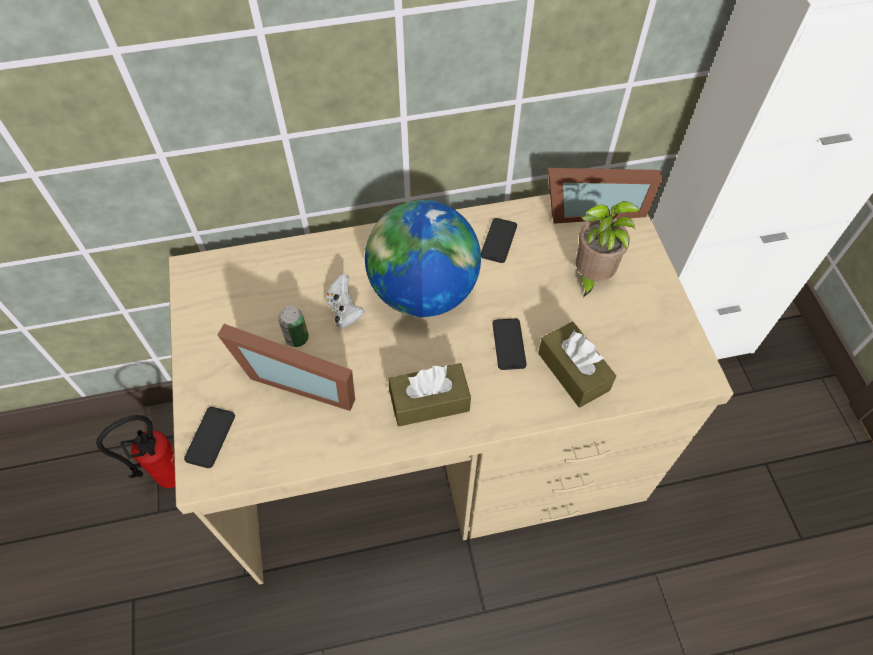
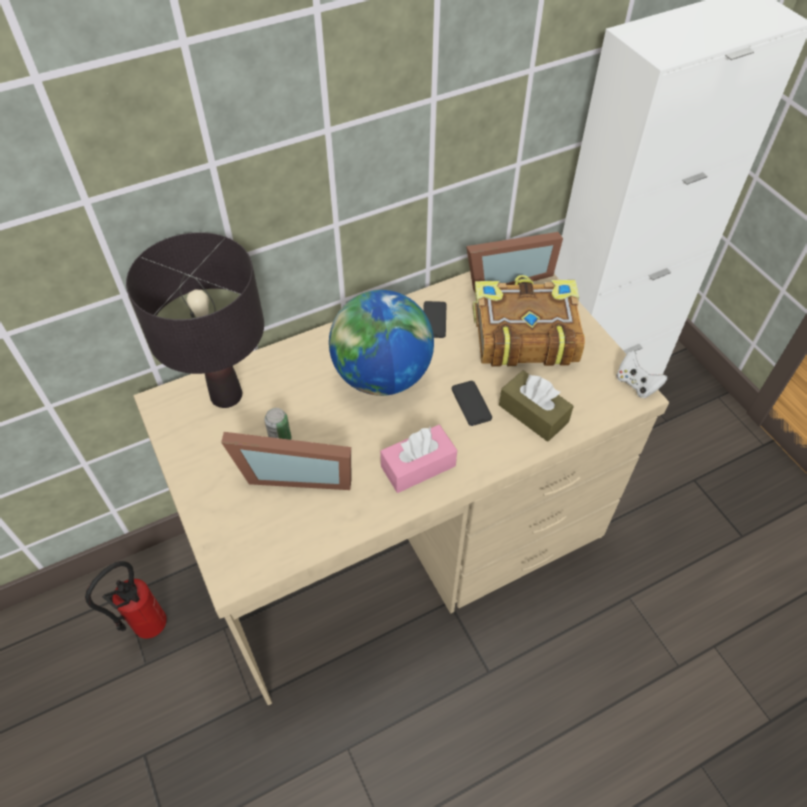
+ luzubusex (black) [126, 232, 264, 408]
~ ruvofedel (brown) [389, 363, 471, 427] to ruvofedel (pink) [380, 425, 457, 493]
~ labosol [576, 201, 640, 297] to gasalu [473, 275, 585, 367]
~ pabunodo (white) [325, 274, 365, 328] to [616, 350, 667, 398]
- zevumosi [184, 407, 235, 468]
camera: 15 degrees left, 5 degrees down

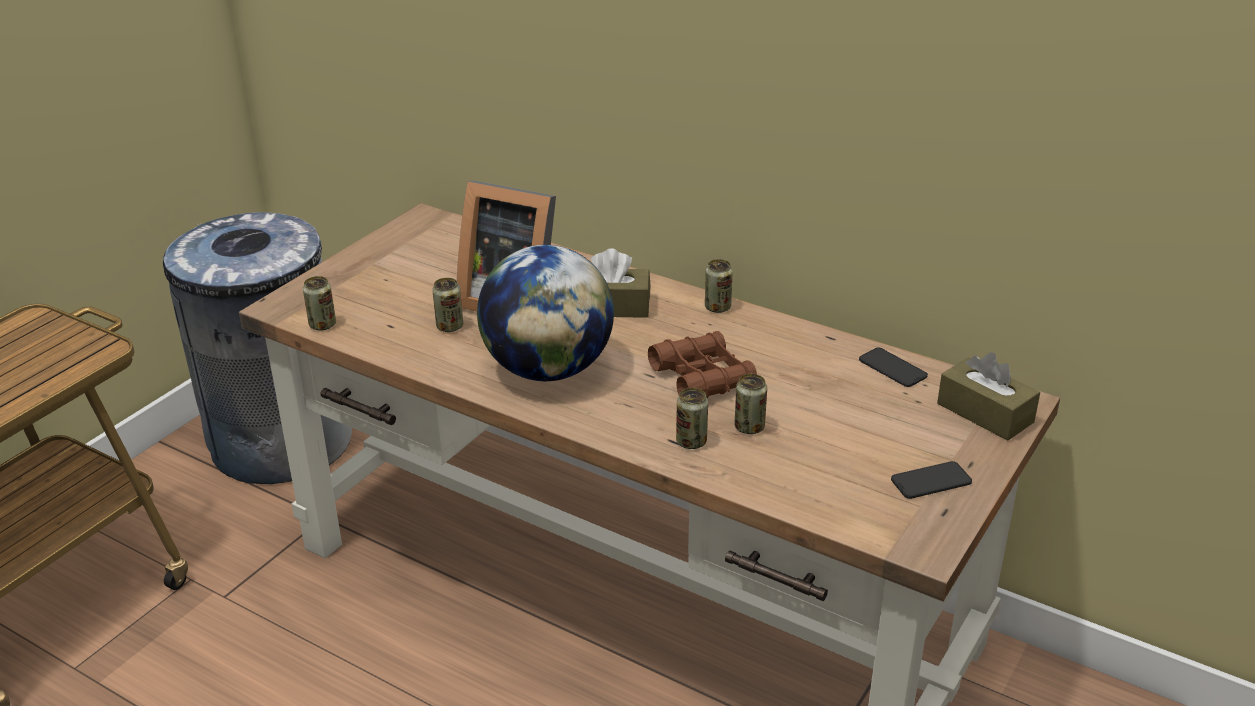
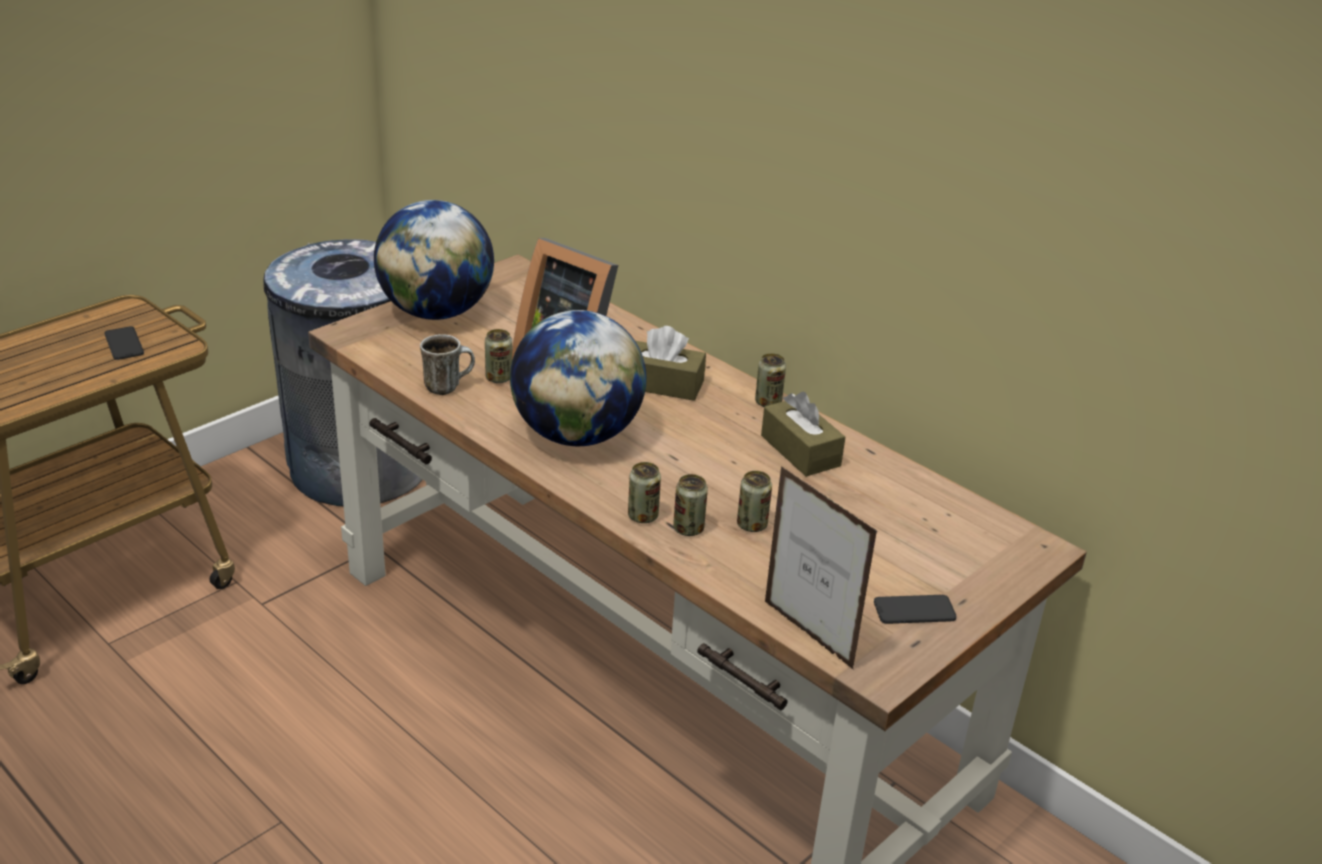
~ zevumosi [859, 348, 928, 387] to [104, 326, 144, 360]
+ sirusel [374, 200, 494, 320]
+ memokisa [420, 334, 475, 395]
~ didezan [303, 276, 336, 331] to [628, 462, 661, 523]
~ ruvofedel (brown) [937, 352, 1040, 441] to [761, 392, 845, 477]
+ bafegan [765, 466, 877, 670]
- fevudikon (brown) [648, 331, 757, 399]
camera: 10 degrees right, 0 degrees up

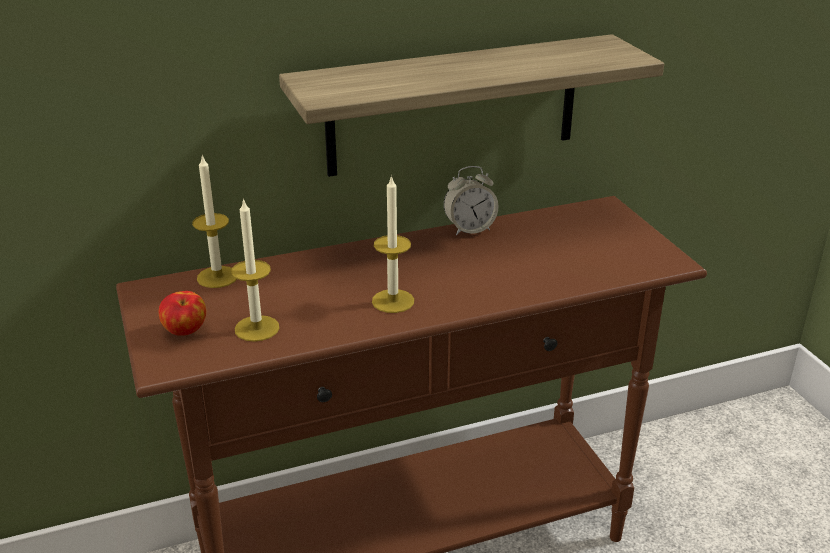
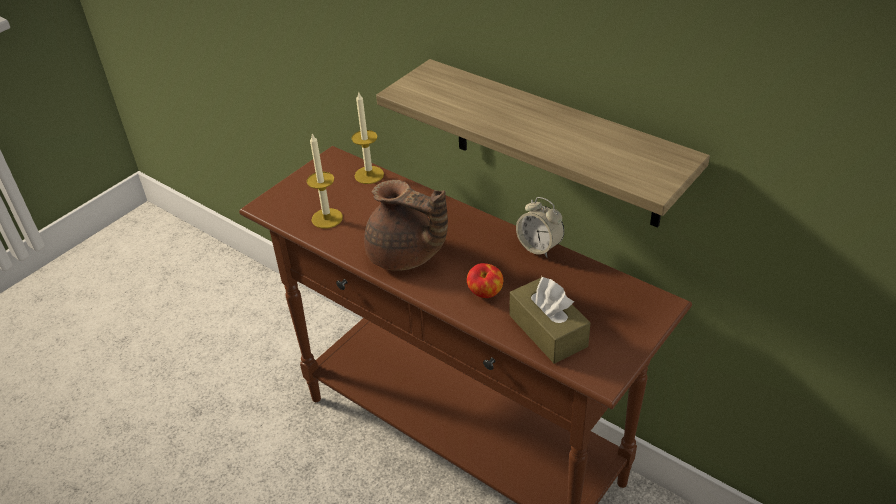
~ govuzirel [372, 175, 414, 313] to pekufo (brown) [364, 180, 448, 271]
~ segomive [159, 291, 206, 336] to [467, 263, 503, 298]
+ ruvofedel (brown) [510, 277, 591, 364]
camera: 60 degrees right, 10 degrees up

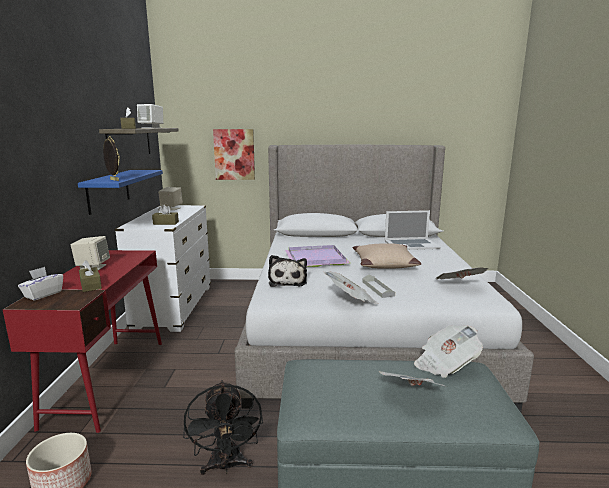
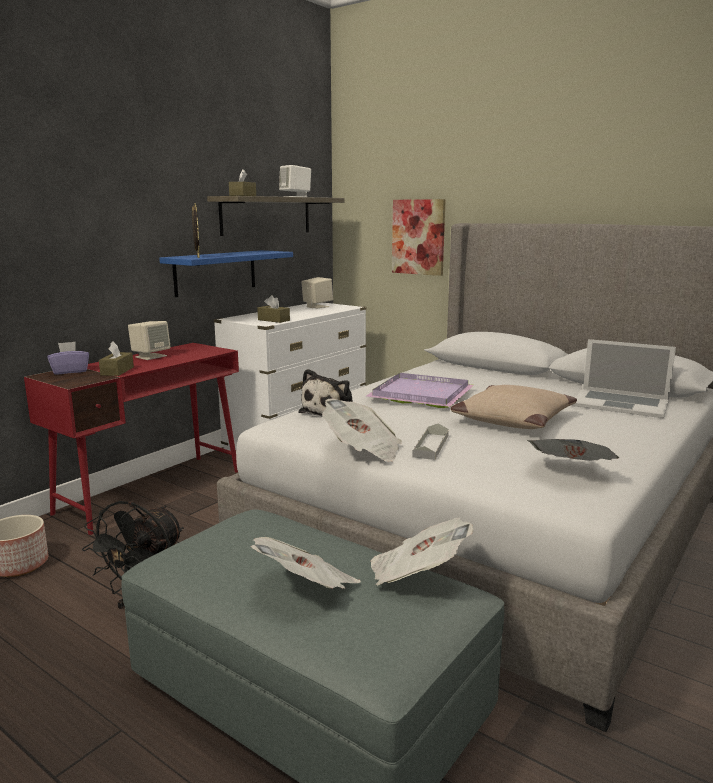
~ ruvofedel (white) [18, 267, 63, 301] to ruvofedel (purple) [48, 341, 89, 374]
camera: 35 degrees right, 0 degrees up

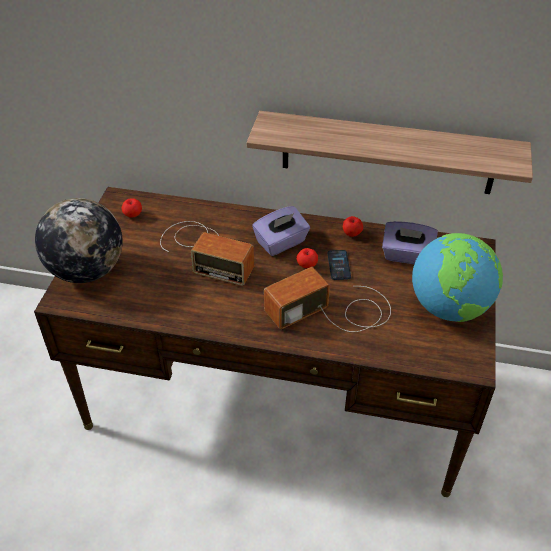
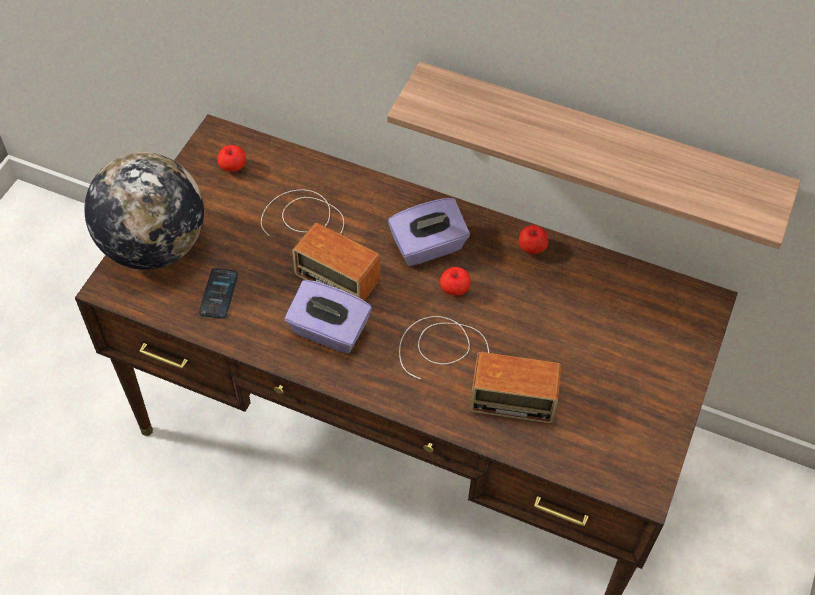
~ zevumosi [328, 250, 351, 280] to [199, 268, 238, 319]
~ ruvofedel (purple) [382, 221, 438, 264] to [285, 280, 372, 354]
~ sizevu [264, 267, 391, 332] = [399, 316, 561, 423] 150 degrees counterclockwise
- sirusel [412, 233, 503, 322]
camera: 10 degrees right, 10 degrees up

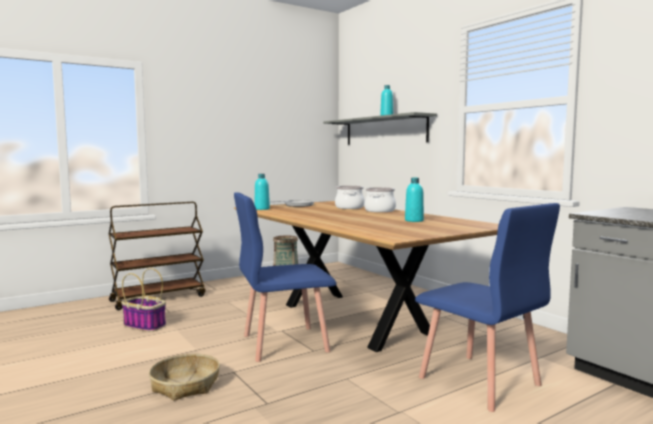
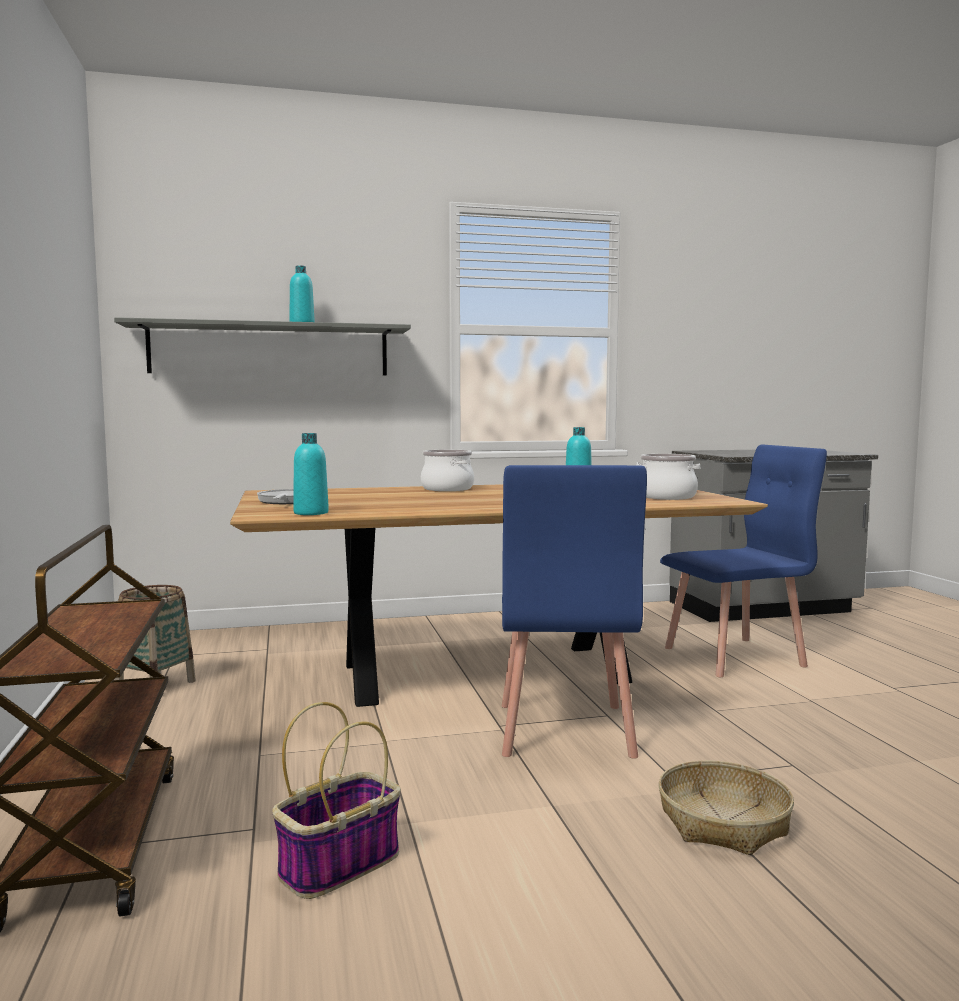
~ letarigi [335, 186, 365, 209] to [636, 454, 700, 500]
camera: 70 degrees left, 0 degrees up

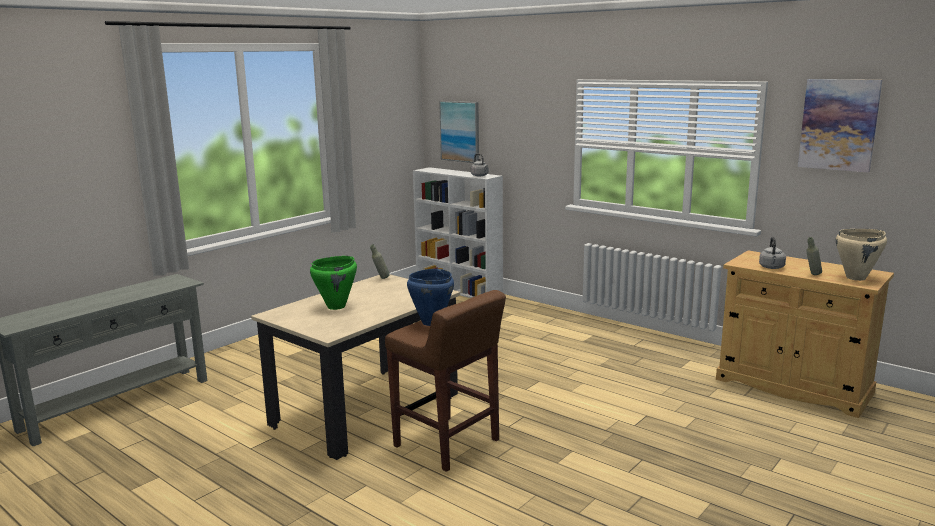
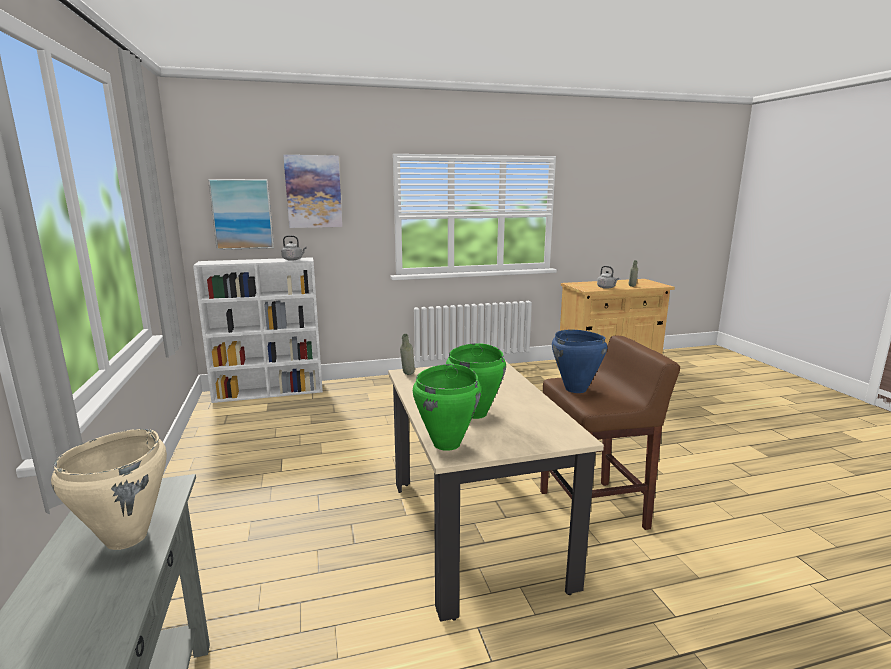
~ letarigi (beige) [836, 229, 887, 281] to [51, 429, 167, 550]
~ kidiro [798, 79, 882, 173] to [283, 155, 342, 228]
+ letarigi (green) [413, 364, 481, 451]
camera: 55 degrees left, 0 degrees up

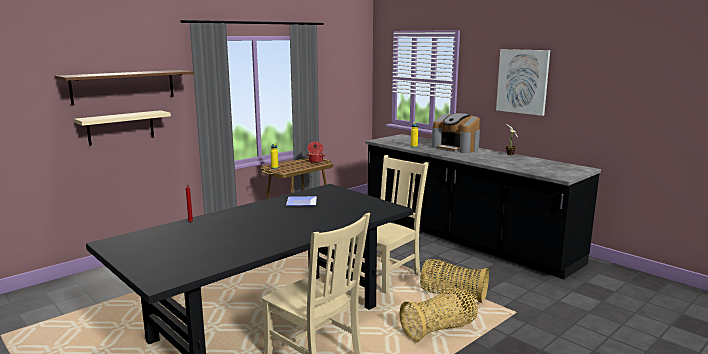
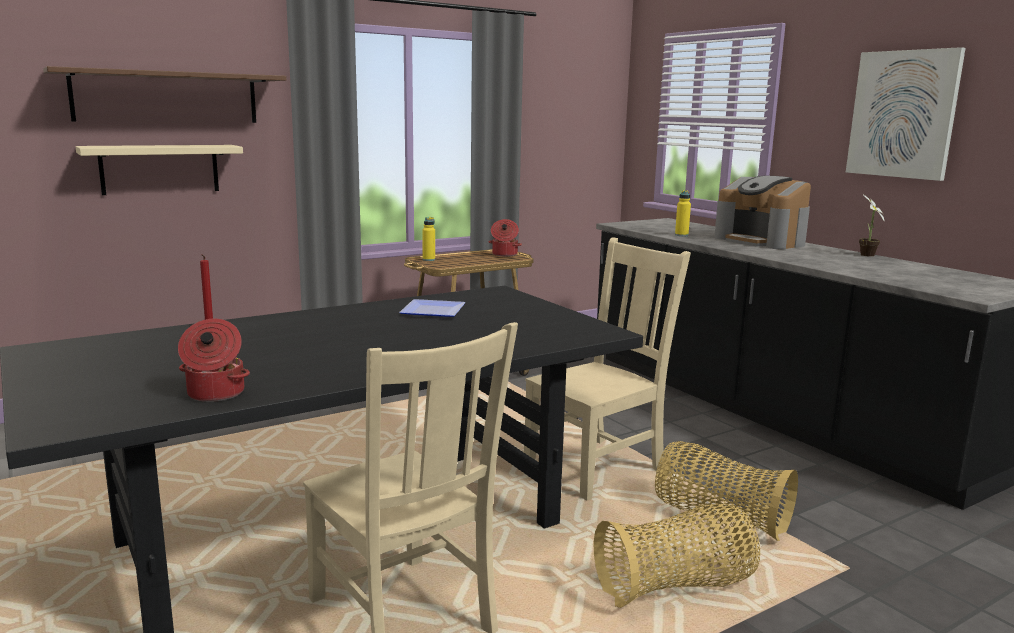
+ letarigi [178, 319, 250, 402]
camera: 10 degrees right, 0 degrees up

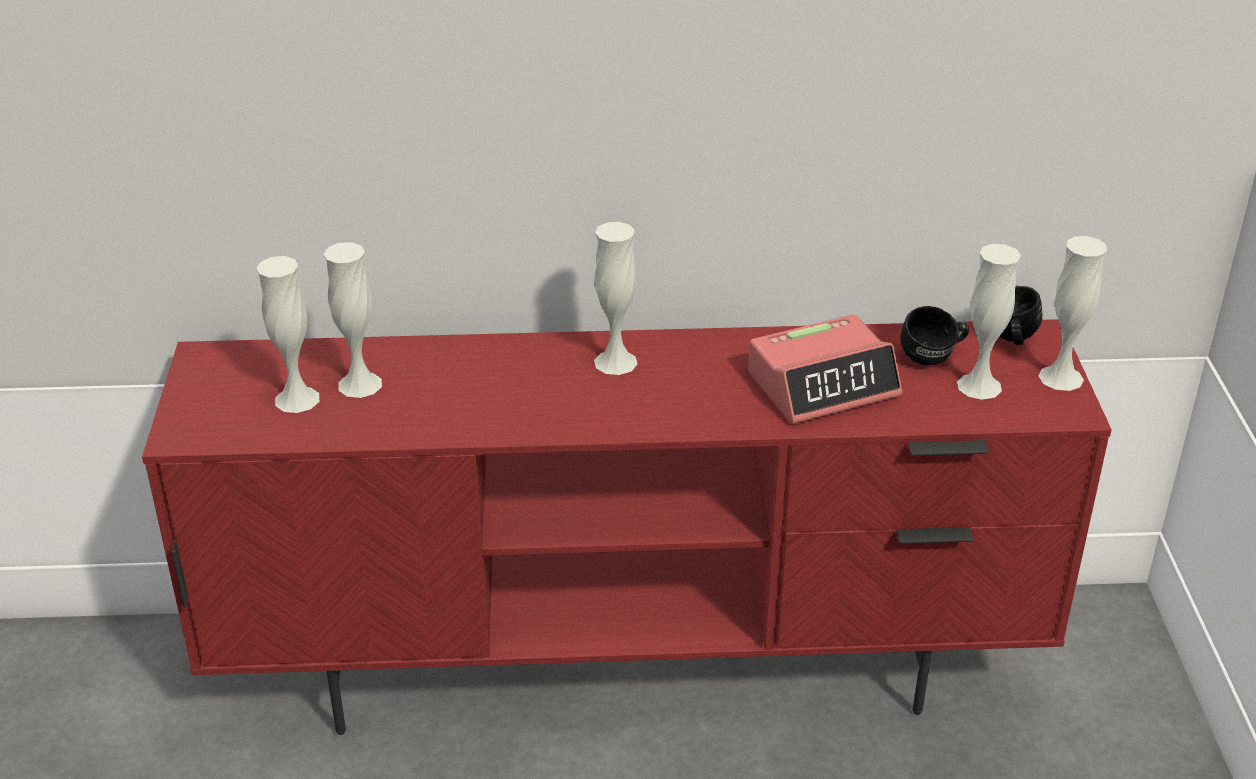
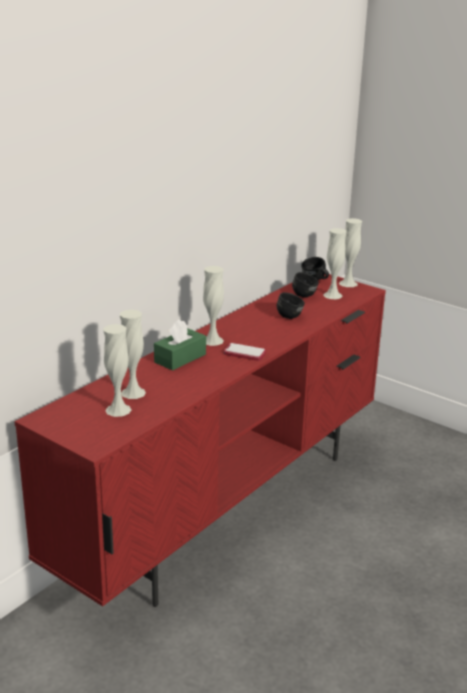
+ ruvofedel (green) [154, 319, 206, 371]
+ zevumosi [224, 343, 266, 361]
~ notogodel [748, 314, 902, 424] to memokisa (black) [276, 292, 305, 319]
camera: 50 degrees left, 10 degrees down

